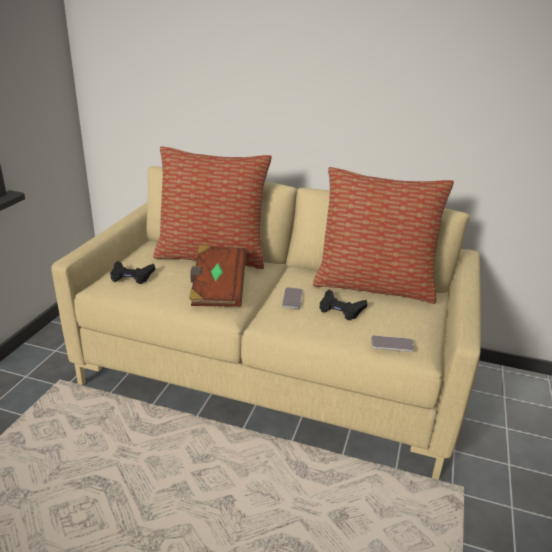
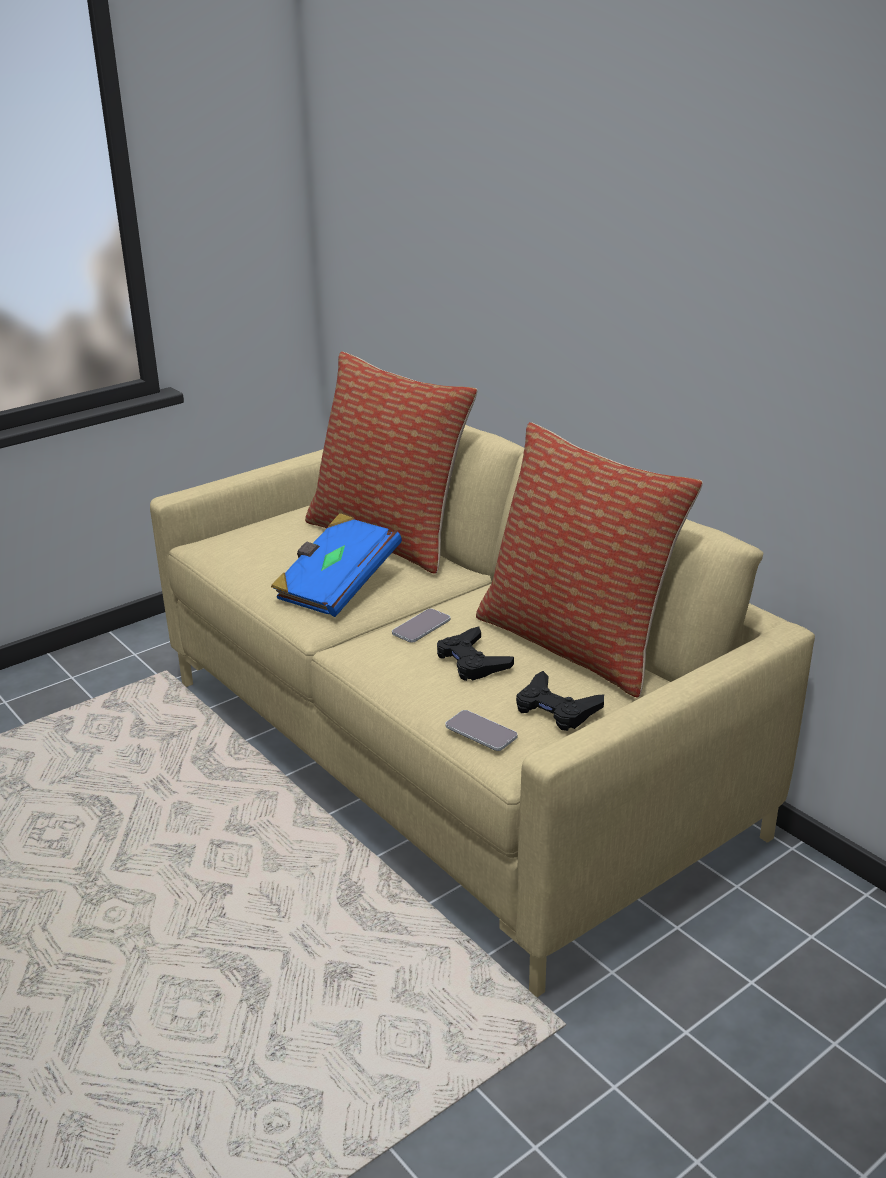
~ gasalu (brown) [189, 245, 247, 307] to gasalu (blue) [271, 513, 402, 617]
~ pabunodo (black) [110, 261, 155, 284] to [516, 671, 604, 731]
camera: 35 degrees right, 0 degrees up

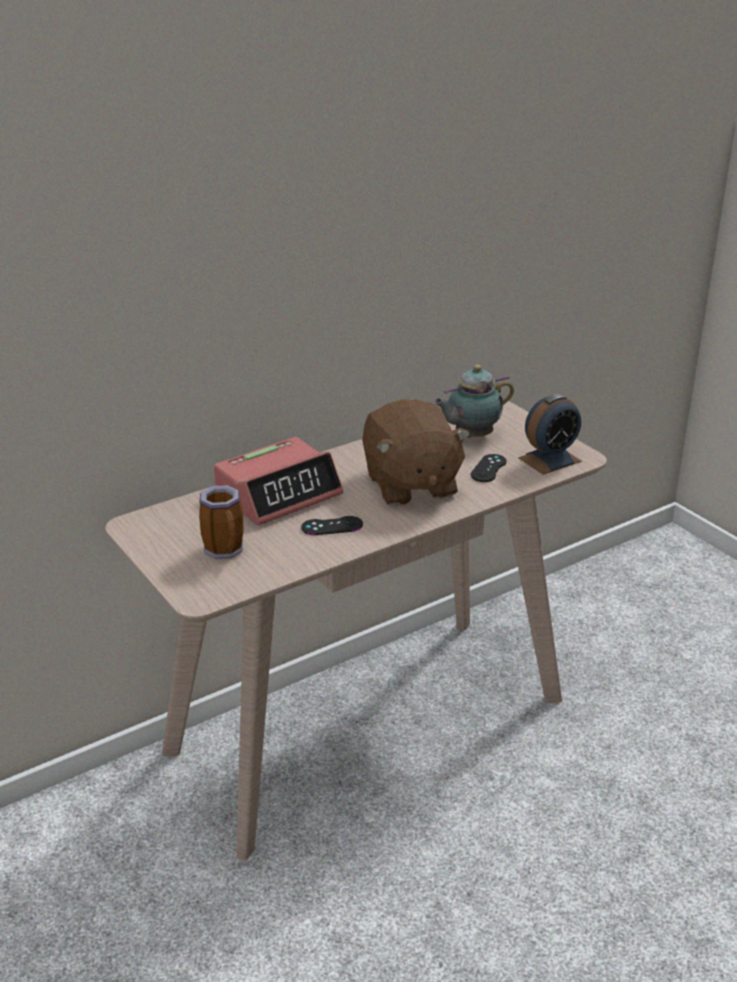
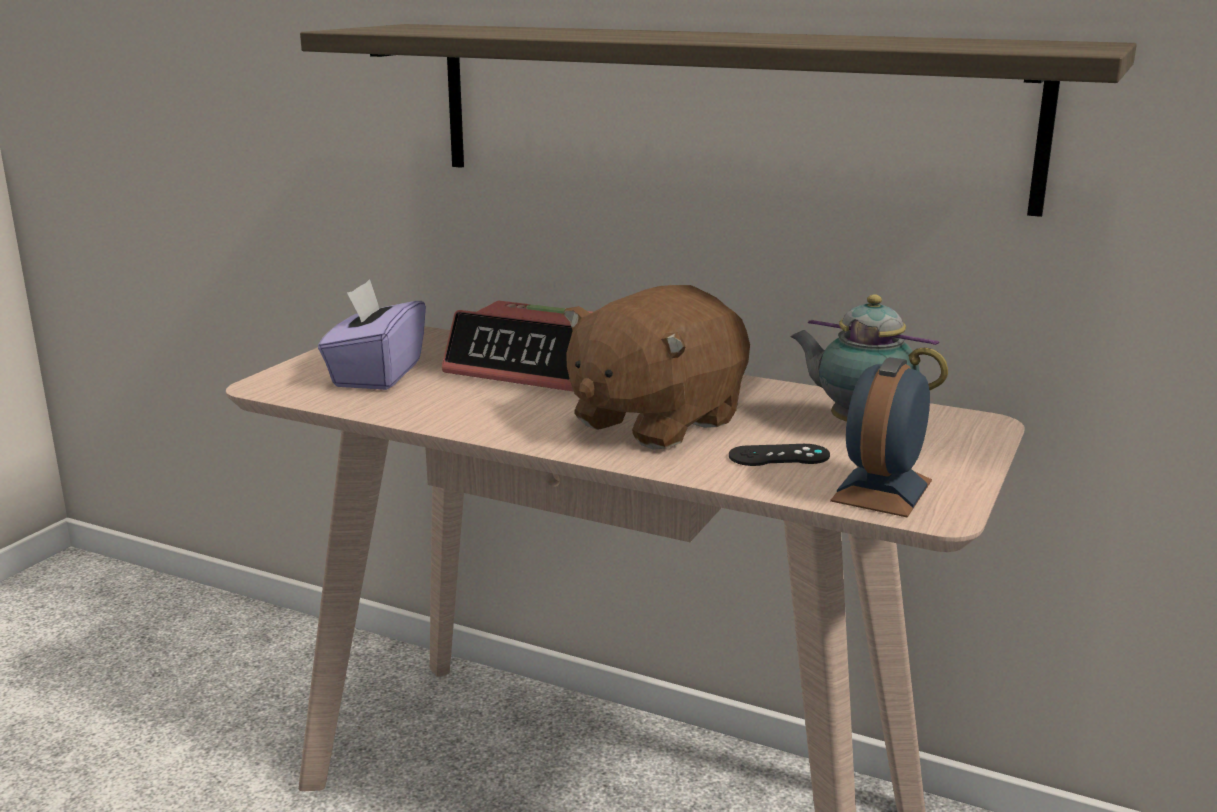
+ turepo [300, 24, 1137, 217]
~ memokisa [199, 485, 243, 559] to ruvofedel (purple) [318, 279, 426, 390]
~ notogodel [518, 394, 582, 475] = [830, 357, 932, 518] 90 degrees clockwise
- pabunodo (black) [301, 516, 363, 535]
camera: 60 degrees right, 10 degrees down

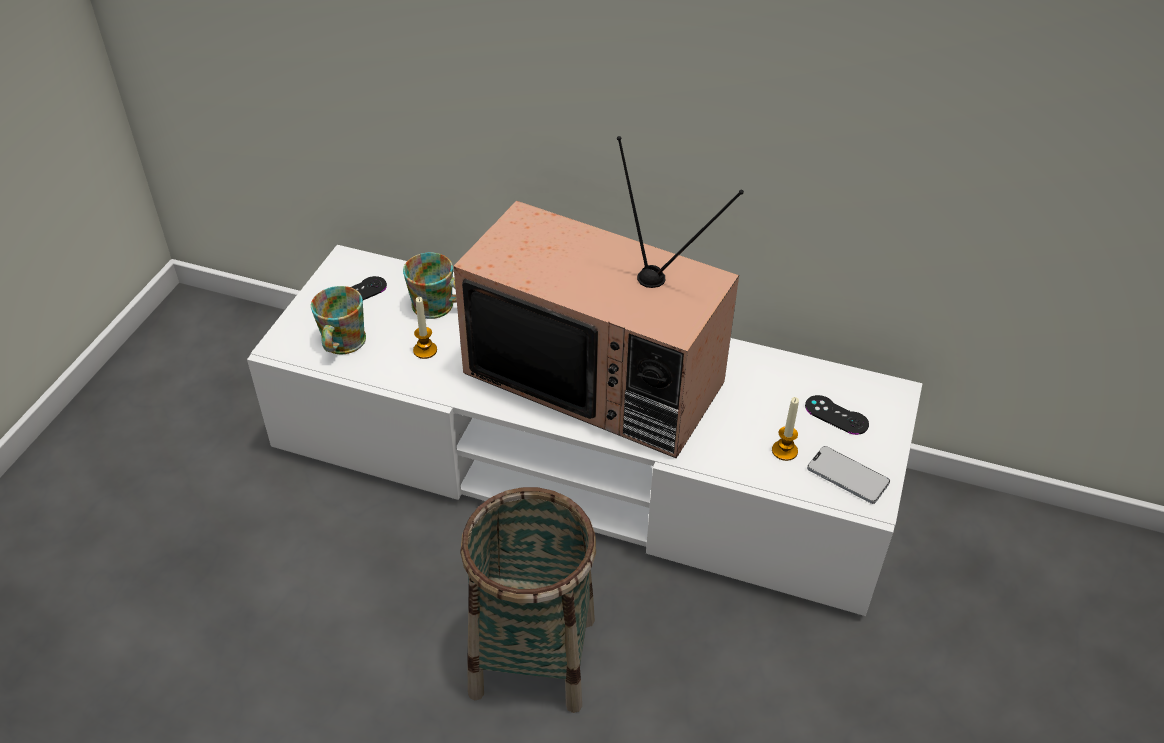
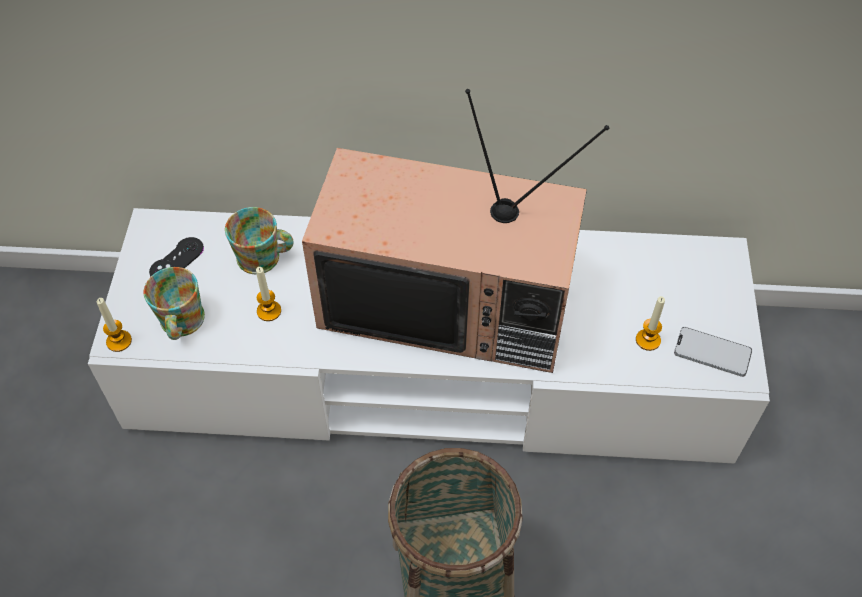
+ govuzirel [97, 298, 132, 352]
- pabunodo (black) [805, 395, 869, 435]
camera: 15 degrees left, 10 degrees up

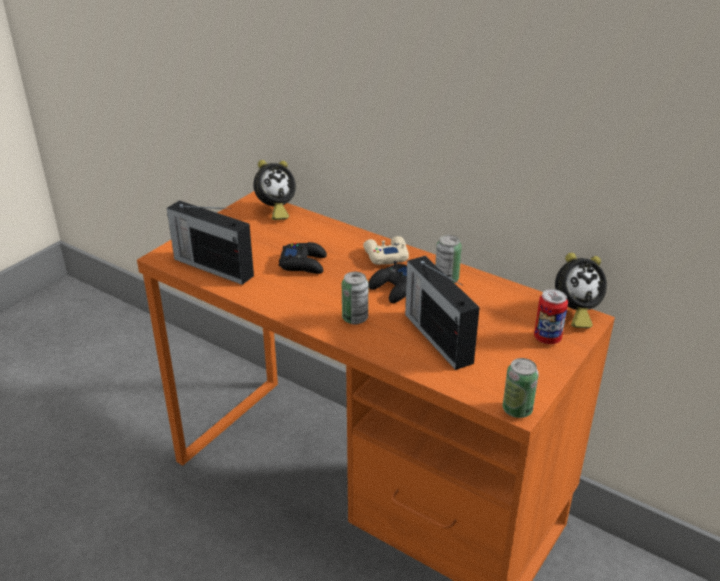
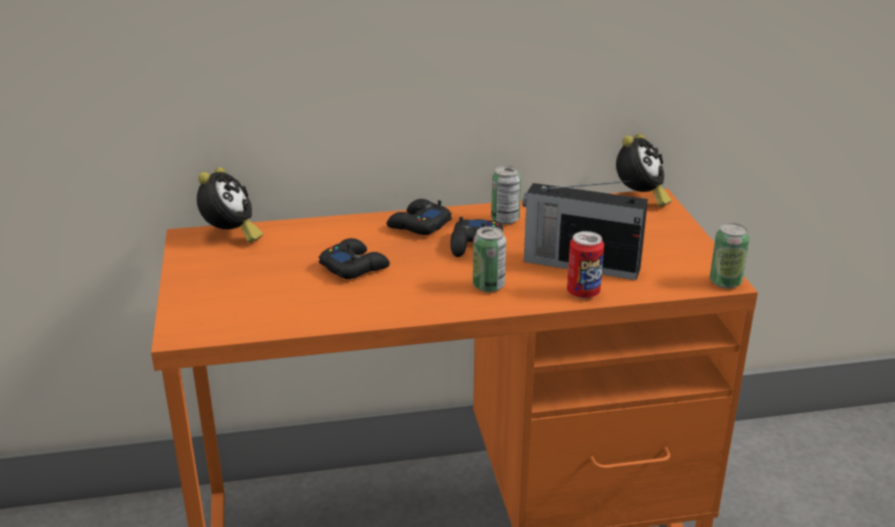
~ pabunodo (beige) [363, 236, 409, 265] to pabunodo (black) [387, 199, 452, 235]
~ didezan [534, 289, 568, 344] to [567, 231, 604, 299]
- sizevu [167, 200, 254, 285]
camera: 45 degrees left, 5 degrees down

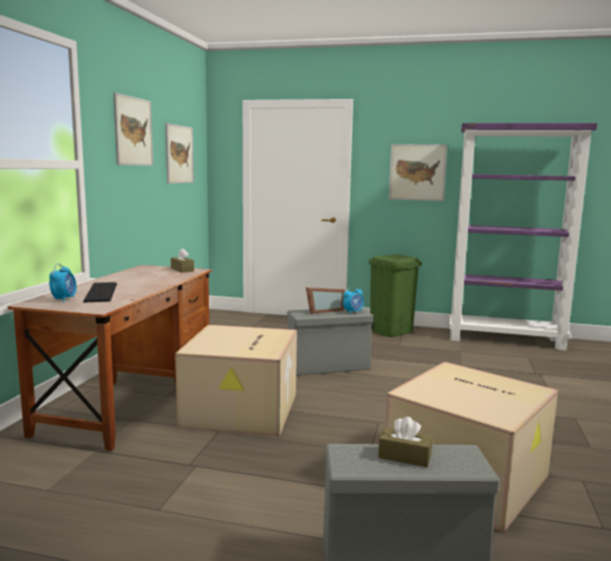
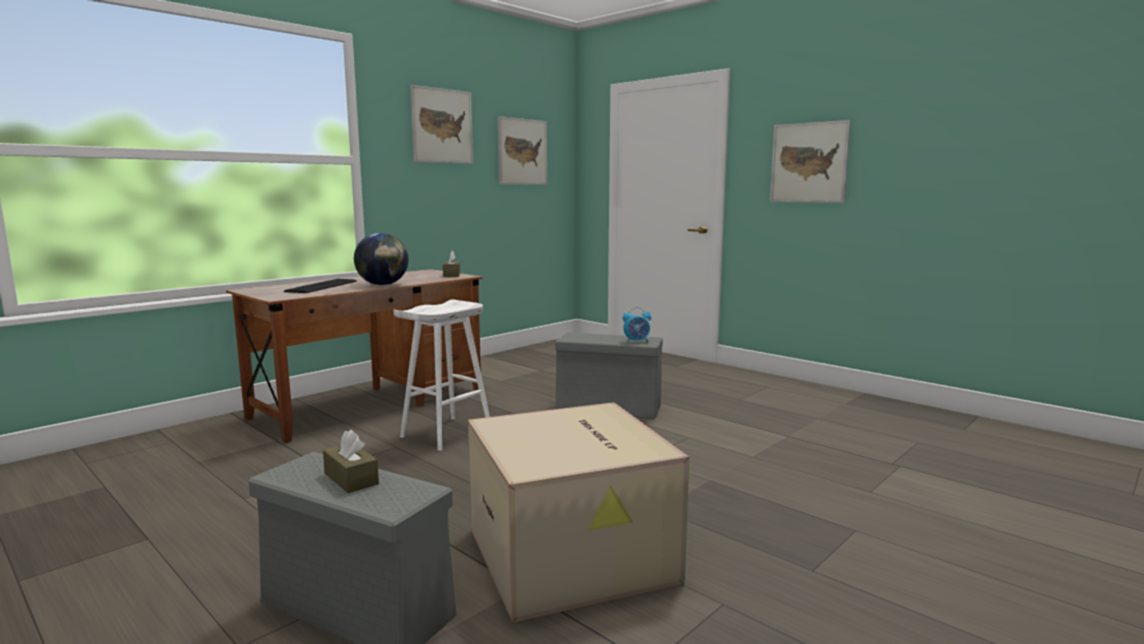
+ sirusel [354, 233, 408, 285]
~ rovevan [175, 325, 297, 437] to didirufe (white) [394, 300, 490, 451]
- notogodel [49, 263, 77, 302]
- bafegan [306, 287, 346, 314]
- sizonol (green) [369, 255, 422, 337]
- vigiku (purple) [449, 123, 597, 351]
camera: 30 degrees right, 0 degrees up

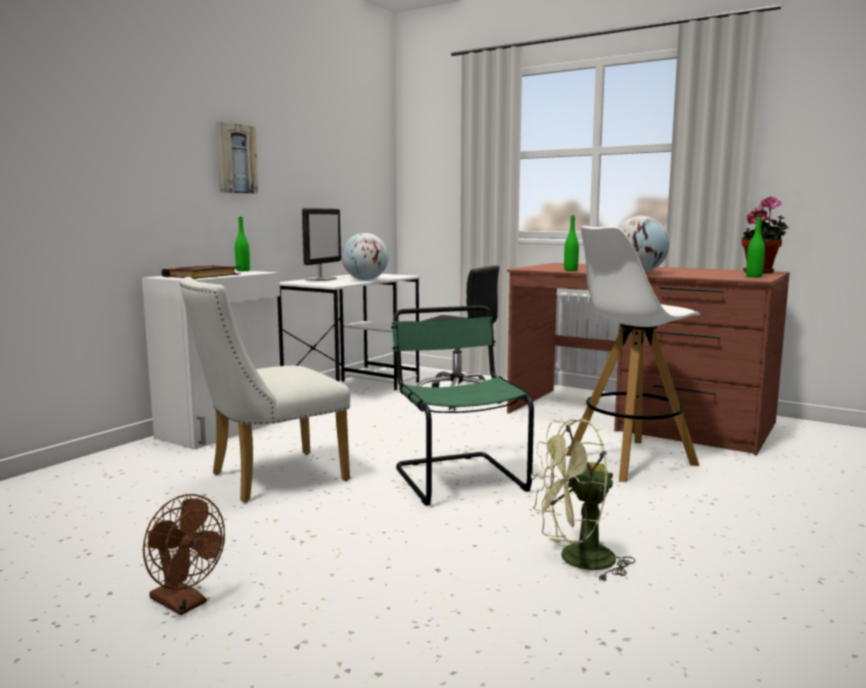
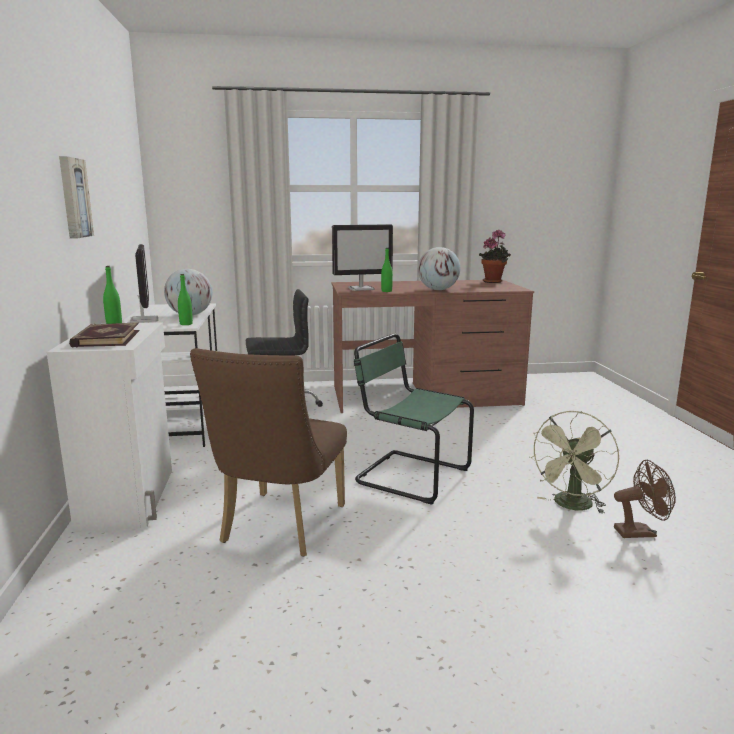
~ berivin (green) [746, 216, 765, 277] to [178, 274, 193, 325]
~ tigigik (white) [180, 277, 350, 502] to tigigik (brown) [190, 348, 347, 556]
+ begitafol [332, 224, 393, 291]
~ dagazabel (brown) [143, 494, 225, 615] to [614, 460, 676, 538]
- didirufe (white) [566, 226, 700, 482]
camera: 40 degrees left, 5 degrees up

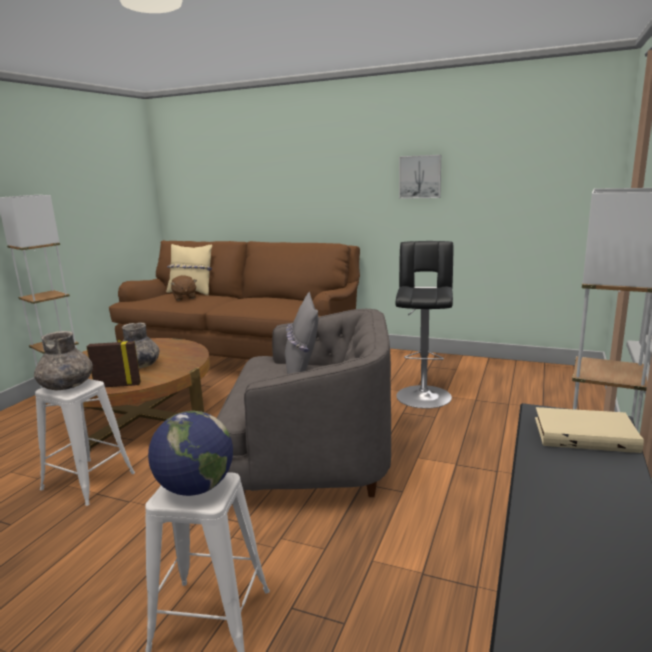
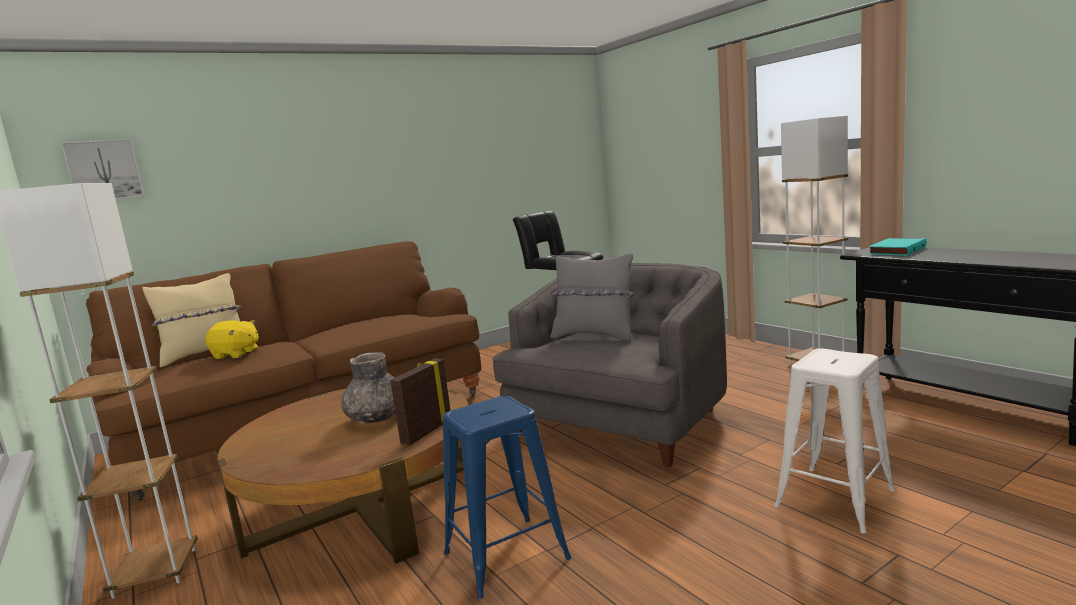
~ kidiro [399, 155, 441, 199] to [61, 139, 144, 199]
~ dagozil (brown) [171, 275, 197, 301] to dagozil (yellow) [205, 320, 259, 359]
~ didirufe (white) [35, 379, 135, 506] to didirufe (blue) [443, 396, 571, 599]
~ gasalu (beige) [535, 407, 644, 453] to gasalu (turquoise) [868, 238, 927, 256]
- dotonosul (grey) [34, 331, 93, 391]
- sirusel [148, 411, 233, 496]
camera: 55 degrees left, 5 degrees down

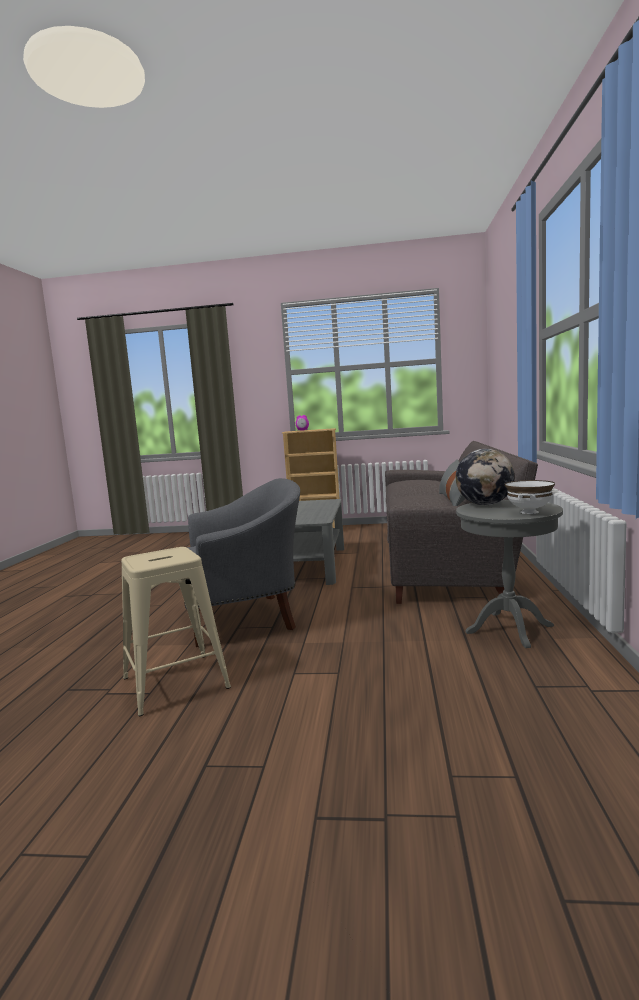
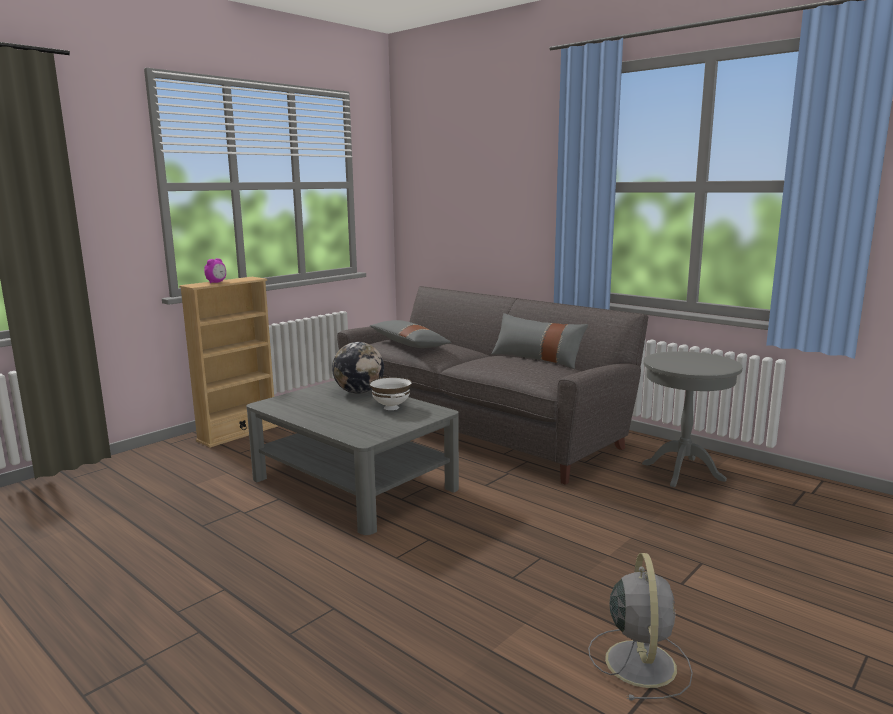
~ sirusel [456, 449, 515, 505] to [332, 342, 384, 394]
~ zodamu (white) [505, 480, 555, 514] to [369, 377, 412, 410]
+ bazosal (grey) [370, 320, 451, 348]
~ didirufe (beige) [121, 547, 231, 716] to dagazabel (grey) [588, 553, 693, 701]
- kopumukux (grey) [184, 478, 300, 647]
camera: 55 degrees left, 5 degrees up

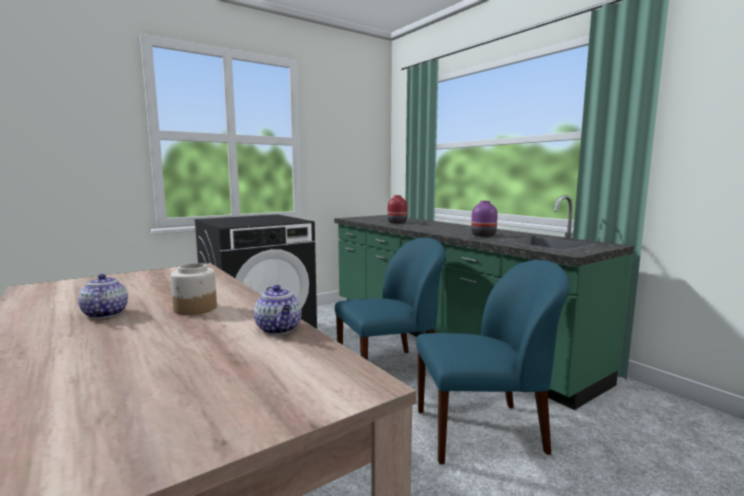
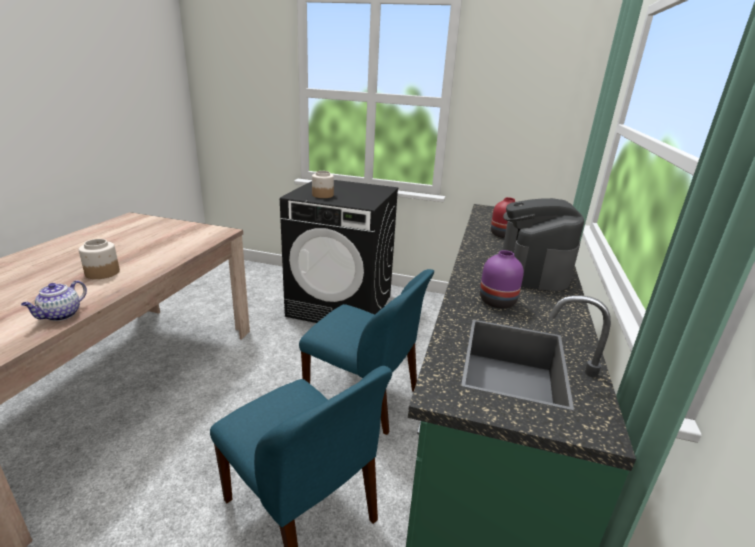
+ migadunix [312, 171, 334, 198]
+ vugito [494, 198, 584, 291]
- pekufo [78, 274, 128, 319]
camera: 50 degrees right, 15 degrees up

